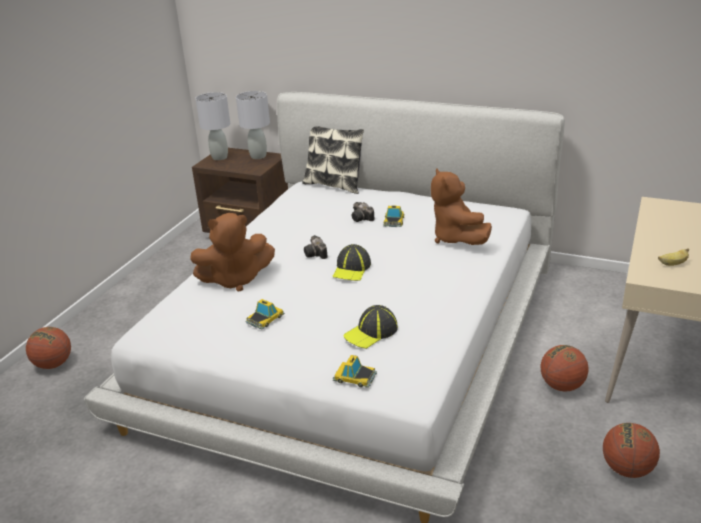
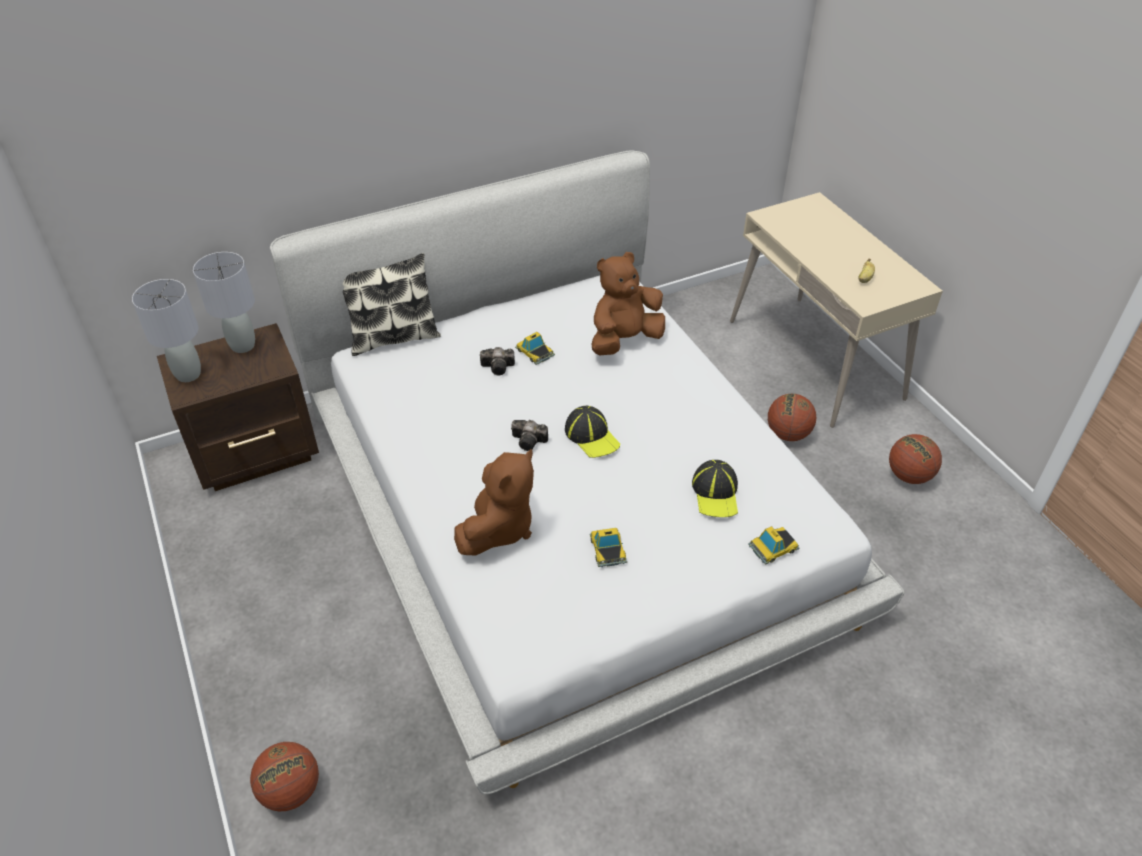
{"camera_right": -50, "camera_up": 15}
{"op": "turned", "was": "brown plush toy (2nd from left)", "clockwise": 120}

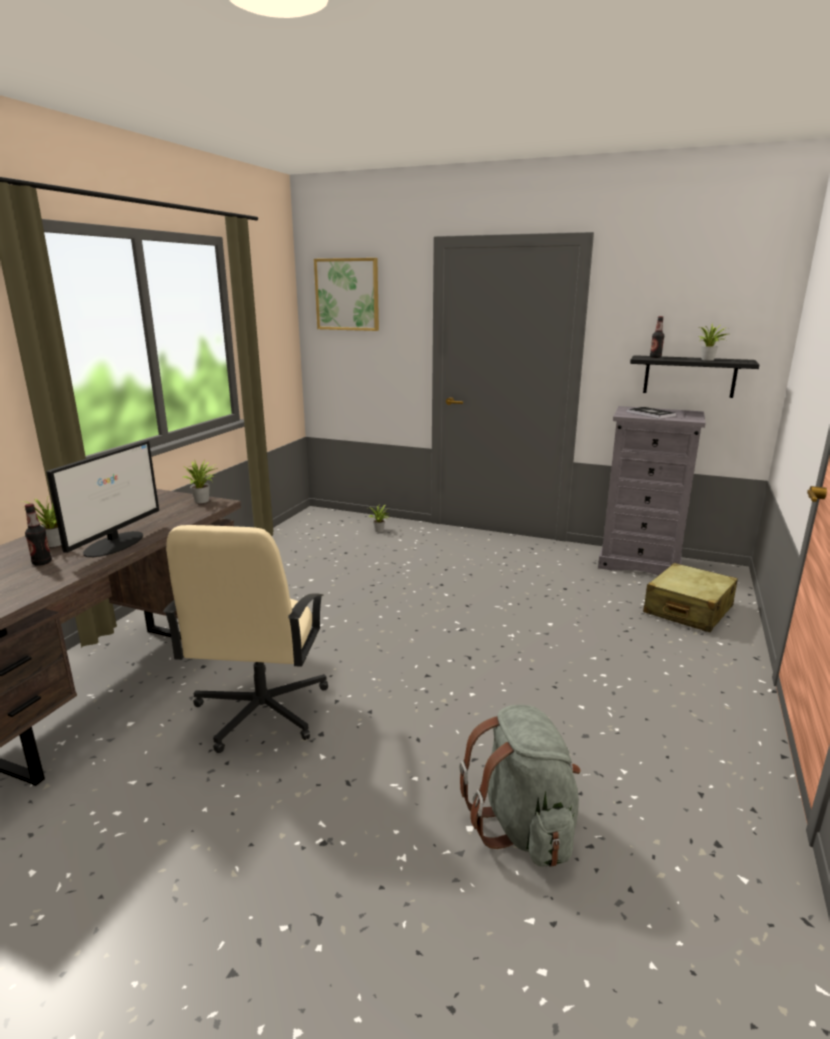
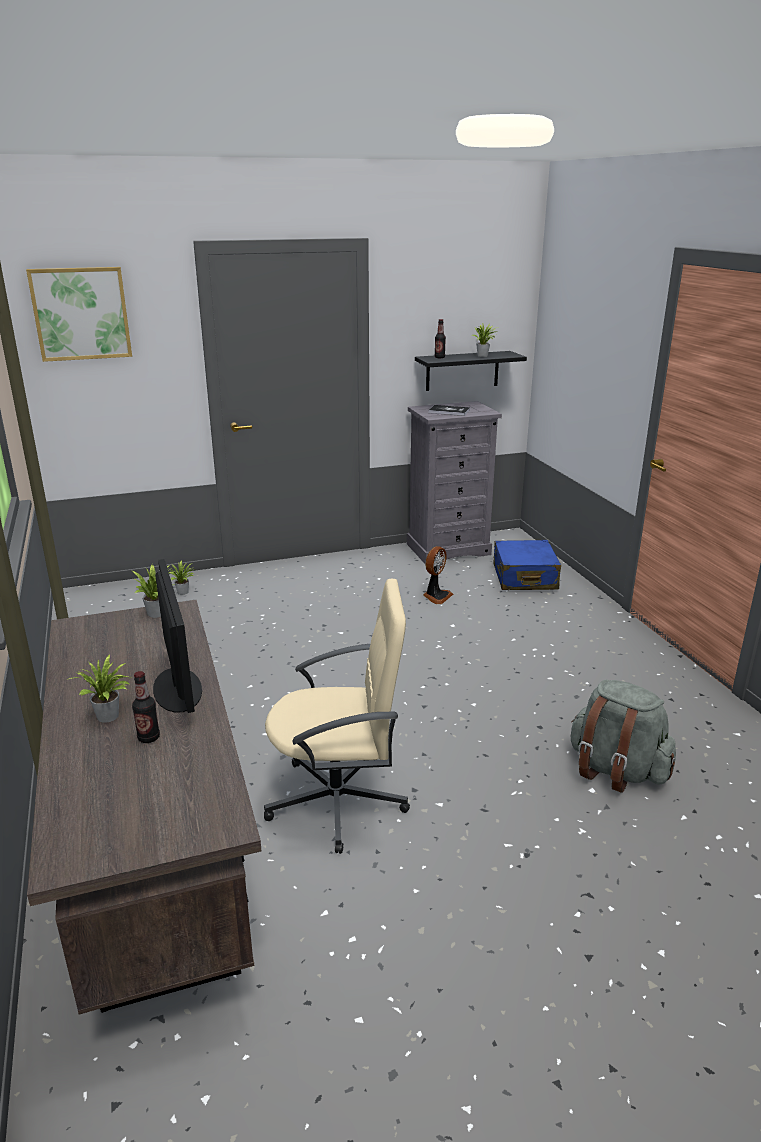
{"camera_right": -40, "camera_up": 5}
{"op": "turned", "was": "beige office chair", "clockwise": -60}
{"op": "recoloured", "was": "beige suitcase", "now": "blue suitcase"}
{"op": "added", "now": "fan"}

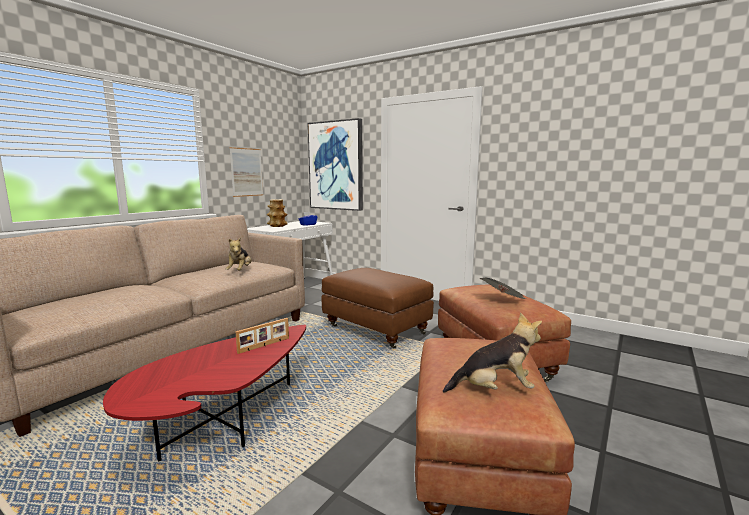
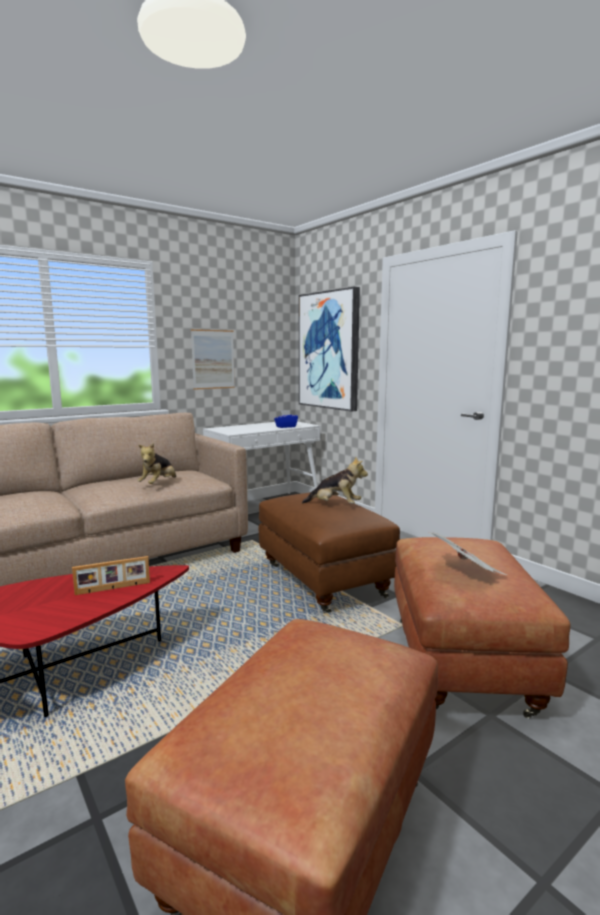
{"camera_right": 20, "camera_up": 0}
{"op": "removed", "was": "vase"}
{"op": "moved", "was": "plush toy (2nd from left)"}

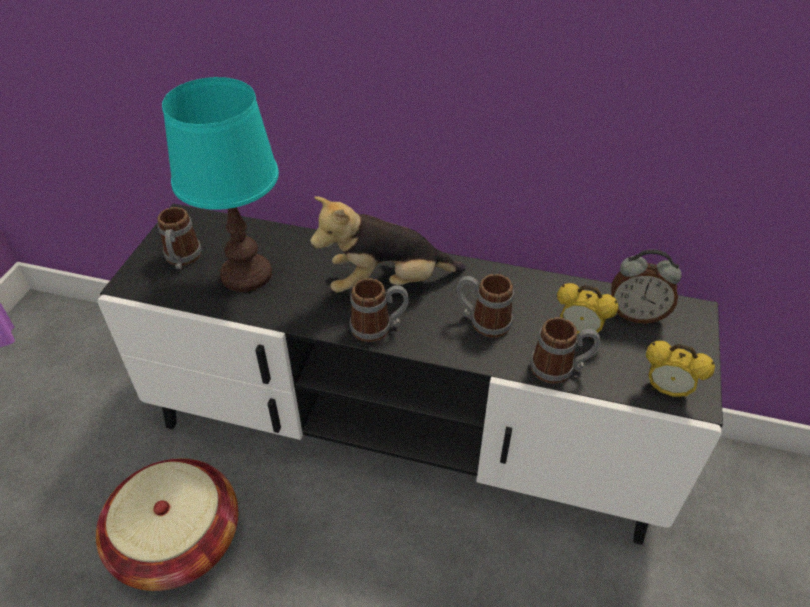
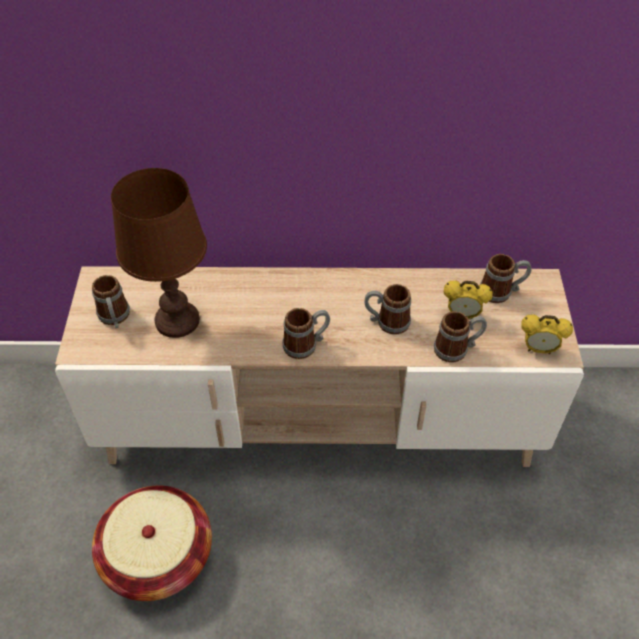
{"camera_right": -15, "camera_up": 5}
{"op": "recoloured", "was": "black tv stand", "now": "beige tv stand"}
{"op": "recoloured", "was": "turquoise table lamp", "now": "brown table lamp"}
{"op": "removed", "was": "plush toy"}
{"op": "replaced", "was": "alarm clock (2nd from left)", "now": "mug (5th from left)"}

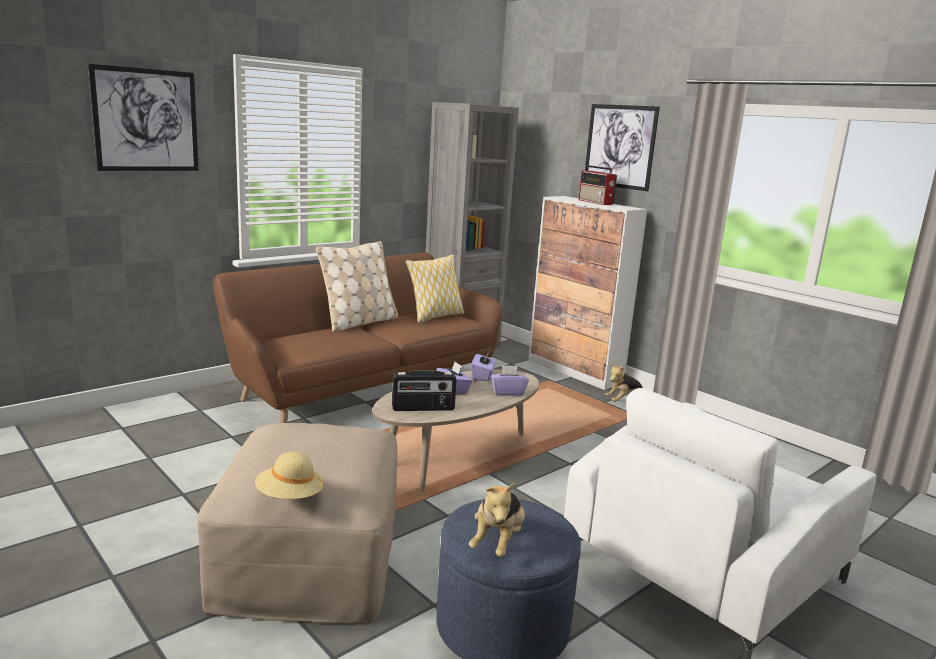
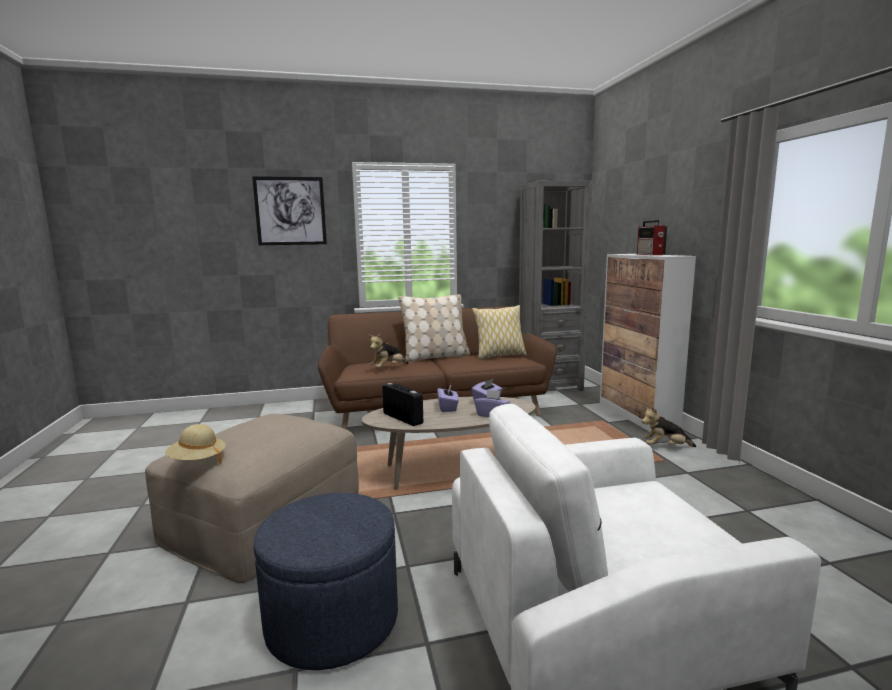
{"camera_right": 30, "camera_up": -5}
{"op": "turned", "was": "radio (1st from left)", "clockwise": -150}
{"op": "moved", "was": "plush toy (1st from left)"}
{"op": "removed", "was": "picture (2nd from left)"}

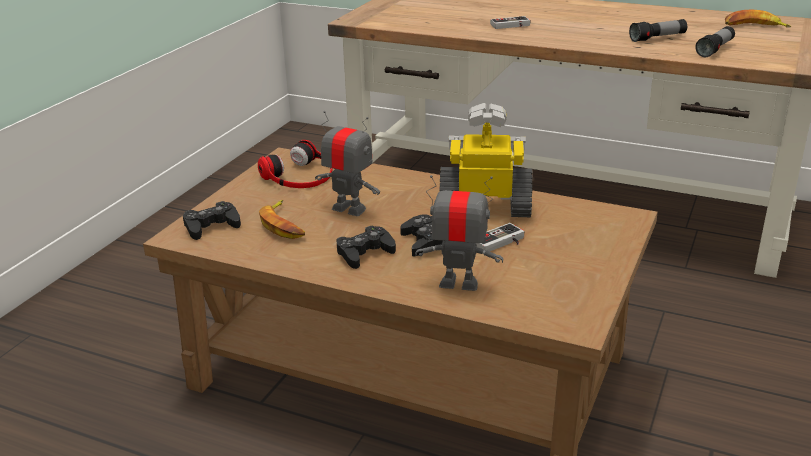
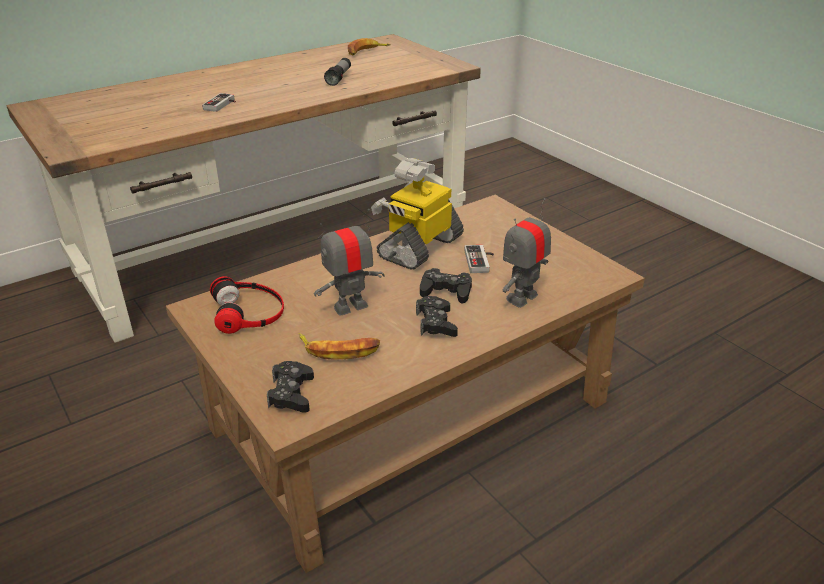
{"camera_right": -60, "camera_up": 5}
{"op": "removed", "was": "flashlight (2nd from left)"}

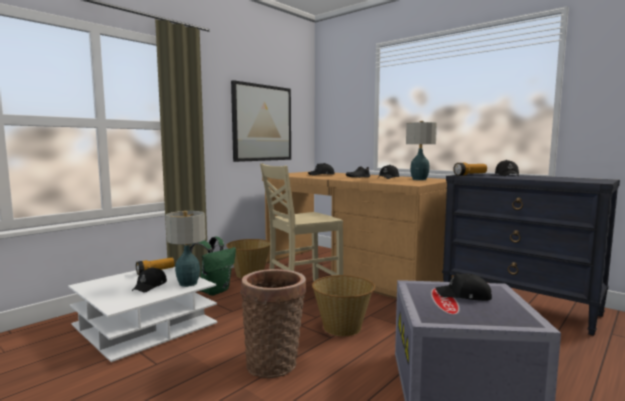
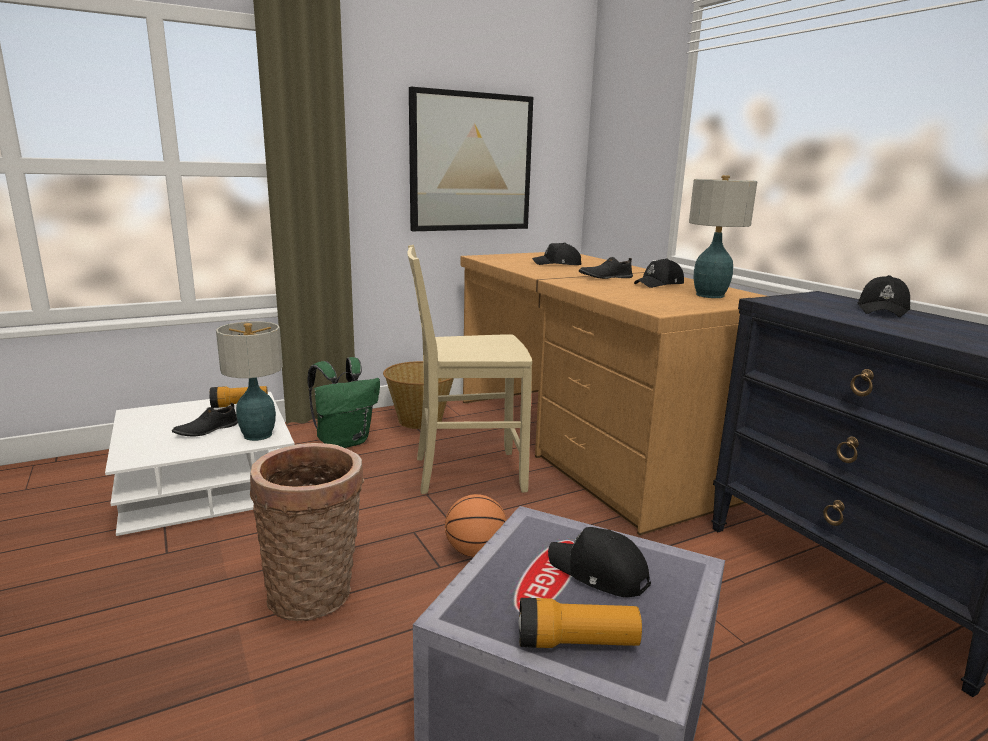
{"camera_right": 20, "camera_up": 10}
{"op": "replaced", "was": "black cap (1st from left)", "now": "black shoe (1st from left)"}
{"op": "replaced", "was": "basket (3rd from left)", "now": "basketball"}
{"op": "moved", "was": "flashlight (2nd from left)"}

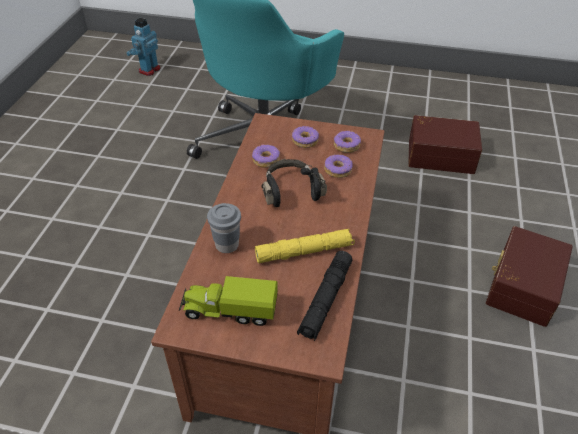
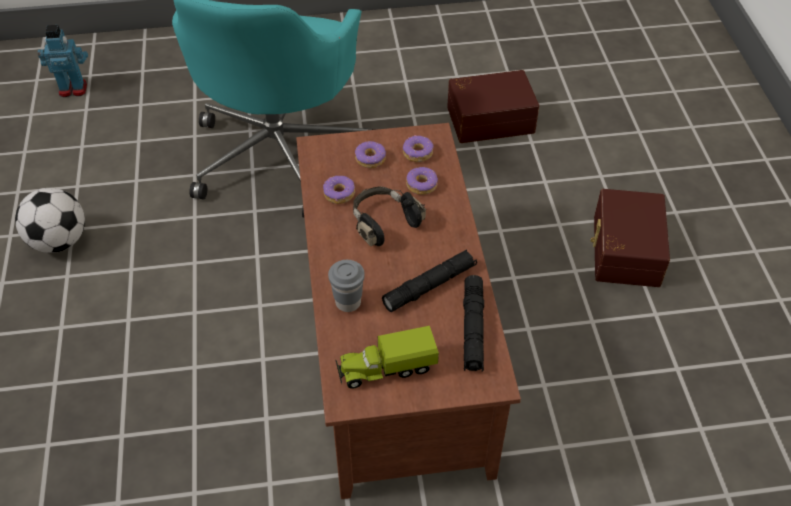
{"camera_right": -20, "camera_up": 5}
{"op": "turned", "was": "toy robot", "clockwise": 75}
{"op": "recoloured", "was": "yellow flashlight", "now": "black flashlight (1st from left)"}
{"op": "added", "now": "football"}

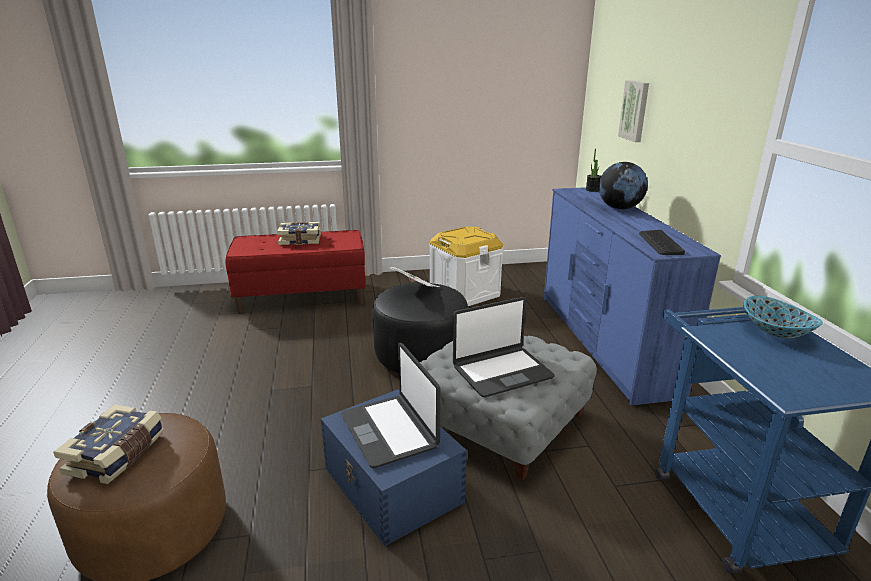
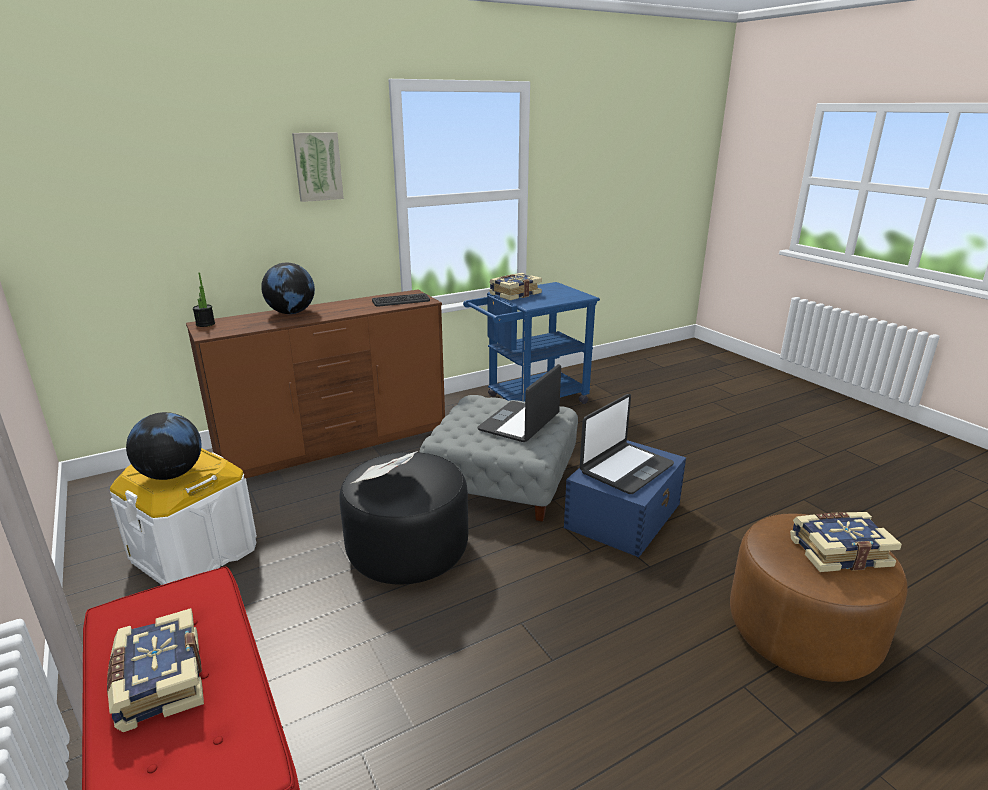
{"camera_right": -110, "camera_up": 0}
{"op": "turned", "was": "laptop (2nd from left in the first image)", "clockwise": -105}
{"op": "recoloured", "was": "blue dresser", "now": "brown dresser"}
{"op": "moved", "was": "picture"}
{"op": "replaced", "was": "bowl", "now": "book (2nd from left)"}
{"op": "added", "now": "globe (1st from left)"}

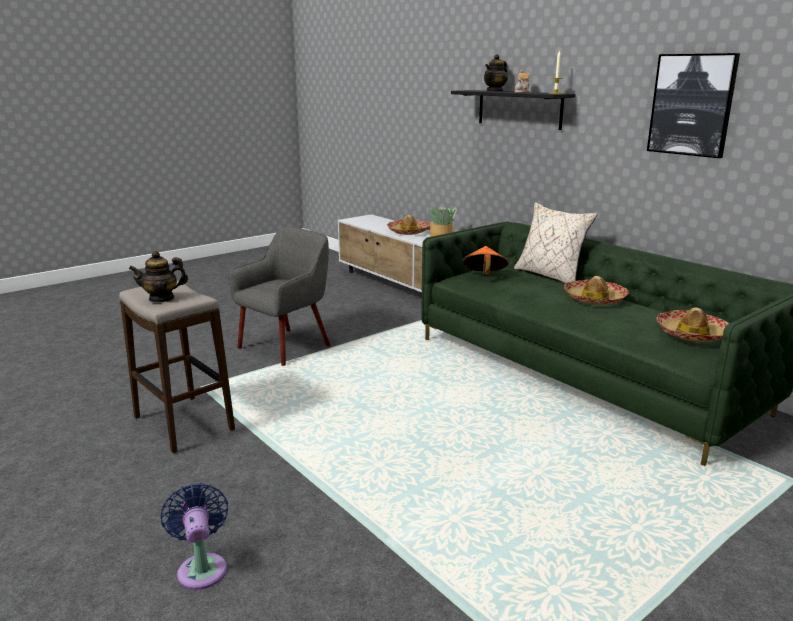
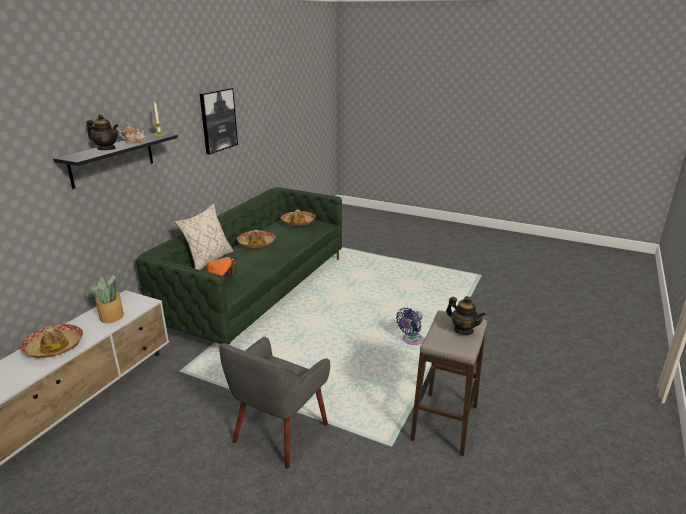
{"camera_right": -115, "camera_up": 5}
{"op": "moved", "was": "blue fan"}
{"op": "turned", "was": "grey armchair", "clockwise": -75}

